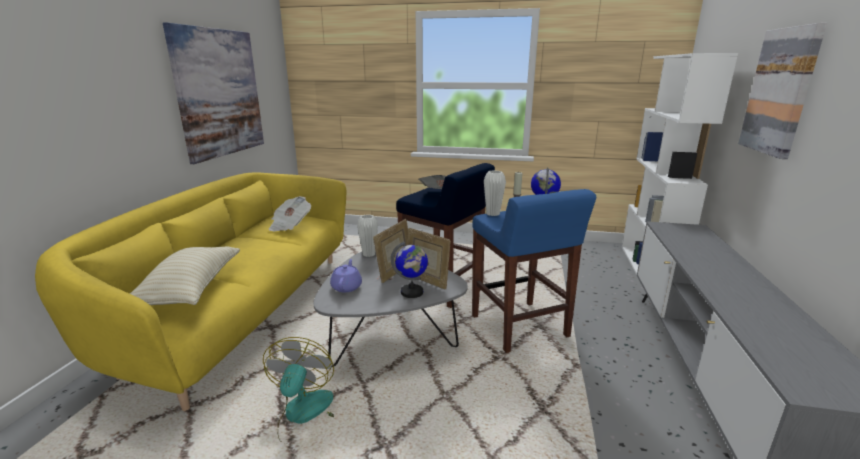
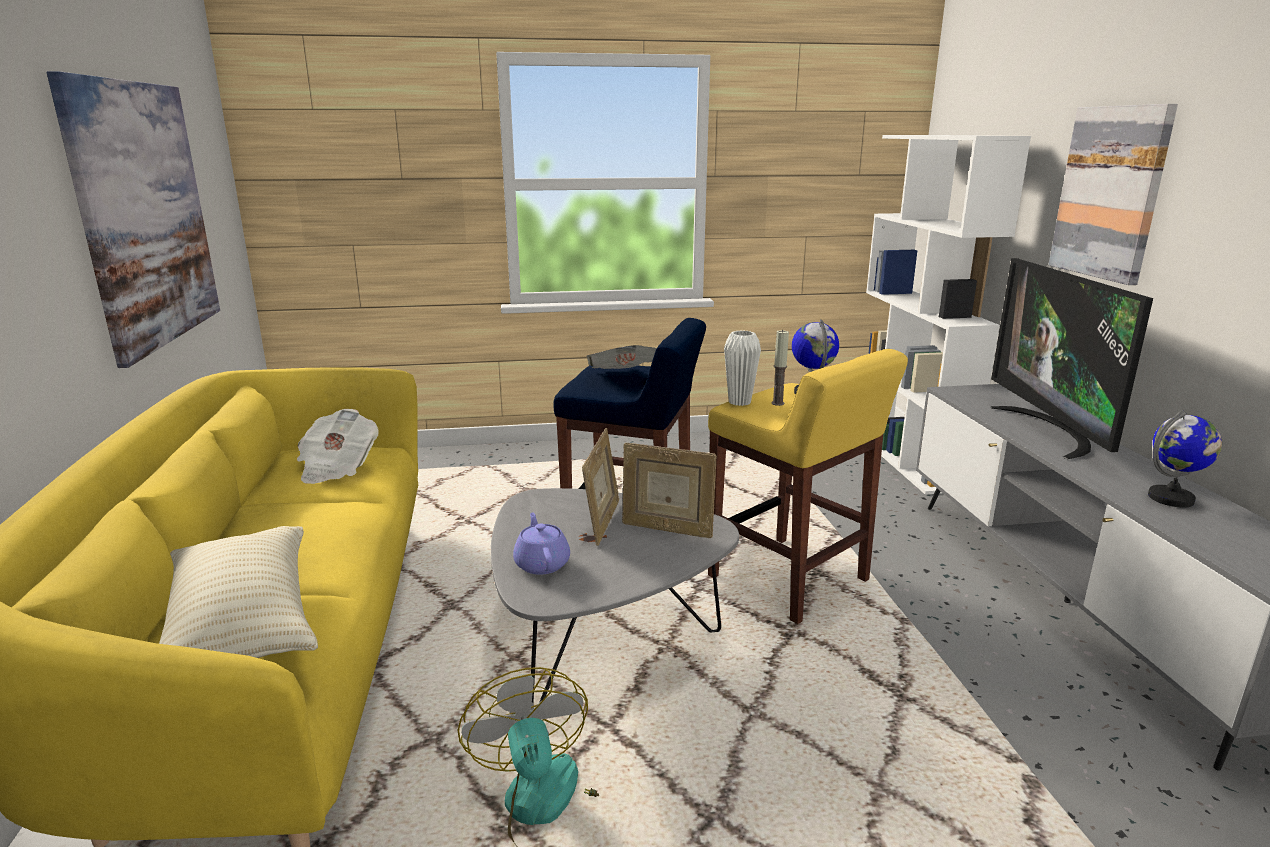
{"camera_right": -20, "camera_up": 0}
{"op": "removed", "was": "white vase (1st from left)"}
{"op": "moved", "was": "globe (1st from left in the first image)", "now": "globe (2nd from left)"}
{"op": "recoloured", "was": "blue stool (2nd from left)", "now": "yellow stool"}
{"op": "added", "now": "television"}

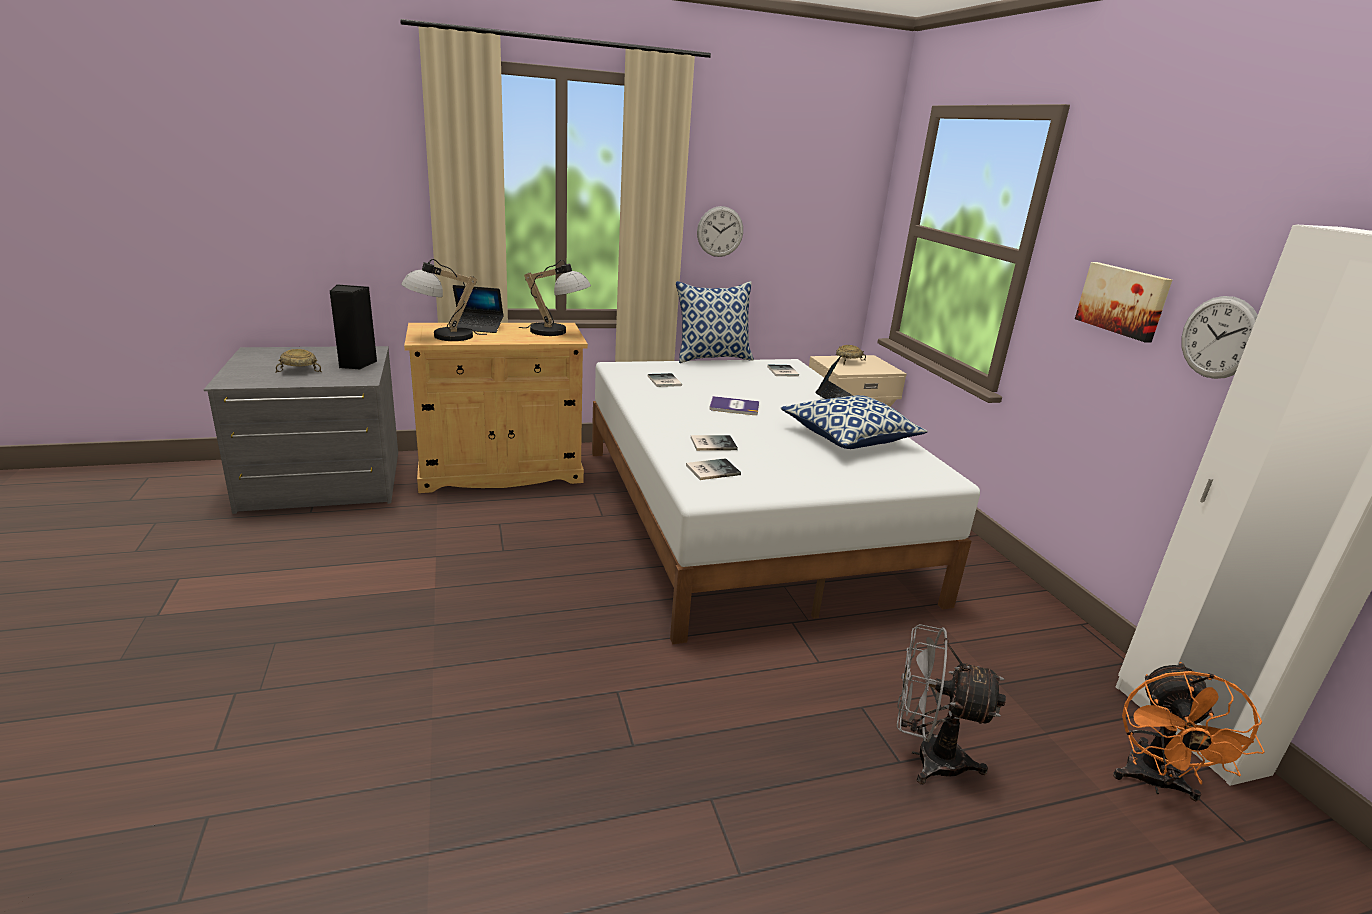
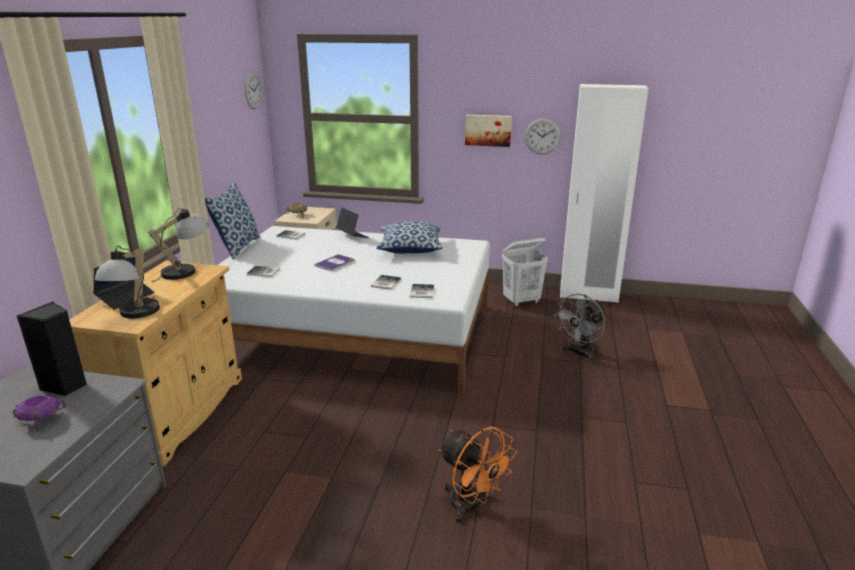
{"camera_right": -60, "camera_up": 0}
{"op": "recoloured", "was": "beige bowl (1st from left)", "now": "purple bowl"}
{"op": "moved", "was": "wall clock (1st from left)"}
{"op": "moved", "was": "orange fan"}
{"op": "added", "now": "white laundry basket"}

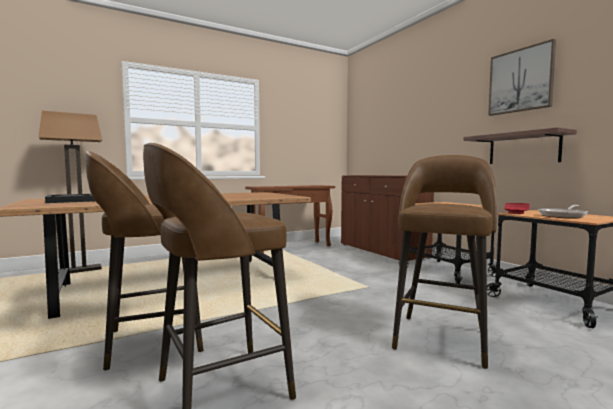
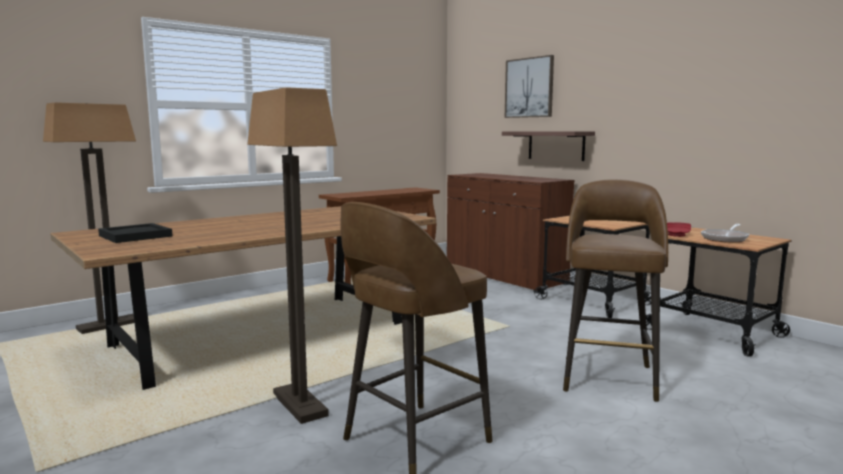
{"camera_right": -10, "camera_up": 5}
{"op": "replaced", "was": "brown stool (1st from left)", "now": "floor lamp (2nd from left)"}
{"op": "moved", "was": "shelf"}
{"op": "moved", "was": "picture"}

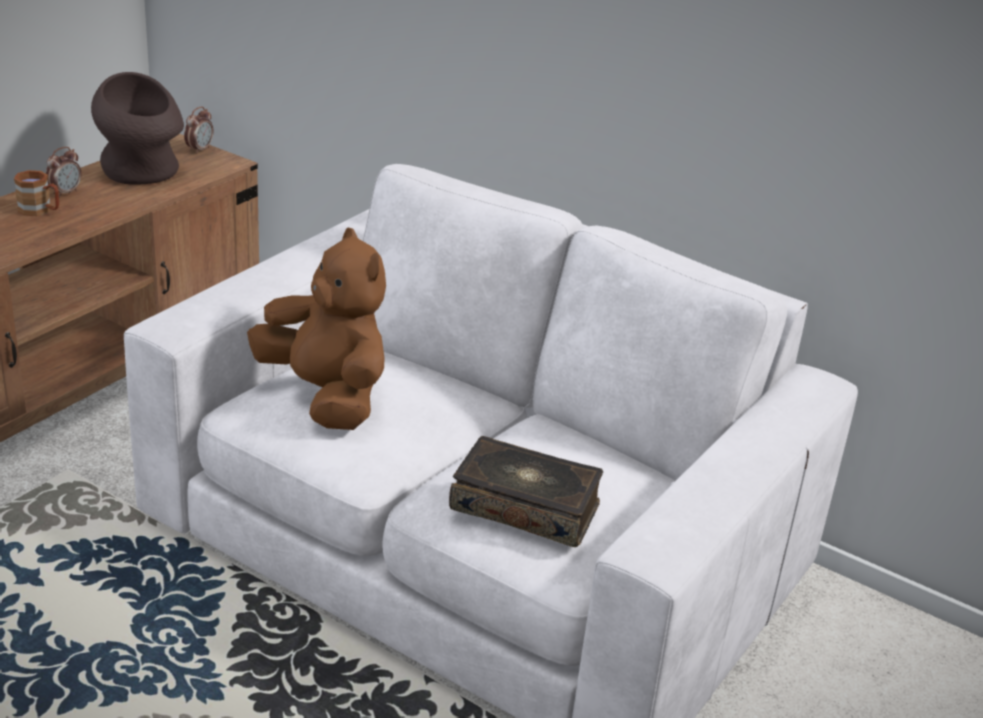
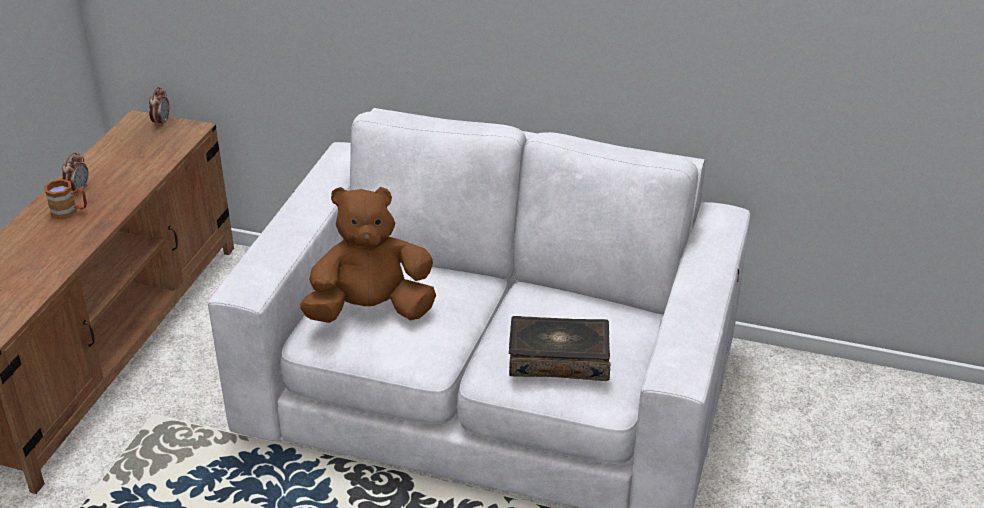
{"camera_right": -15, "camera_up": 5}
{"op": "removed", "was": "brown vase"}
{"op": "turned", "was": "brown plush toy", "clockwise": -45}

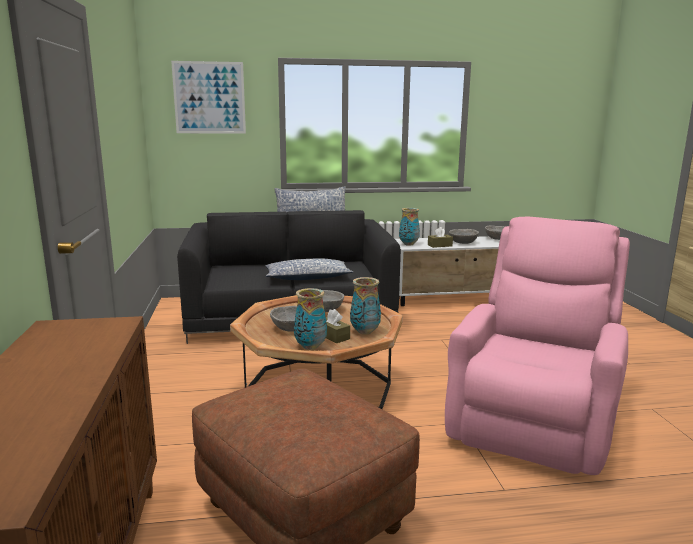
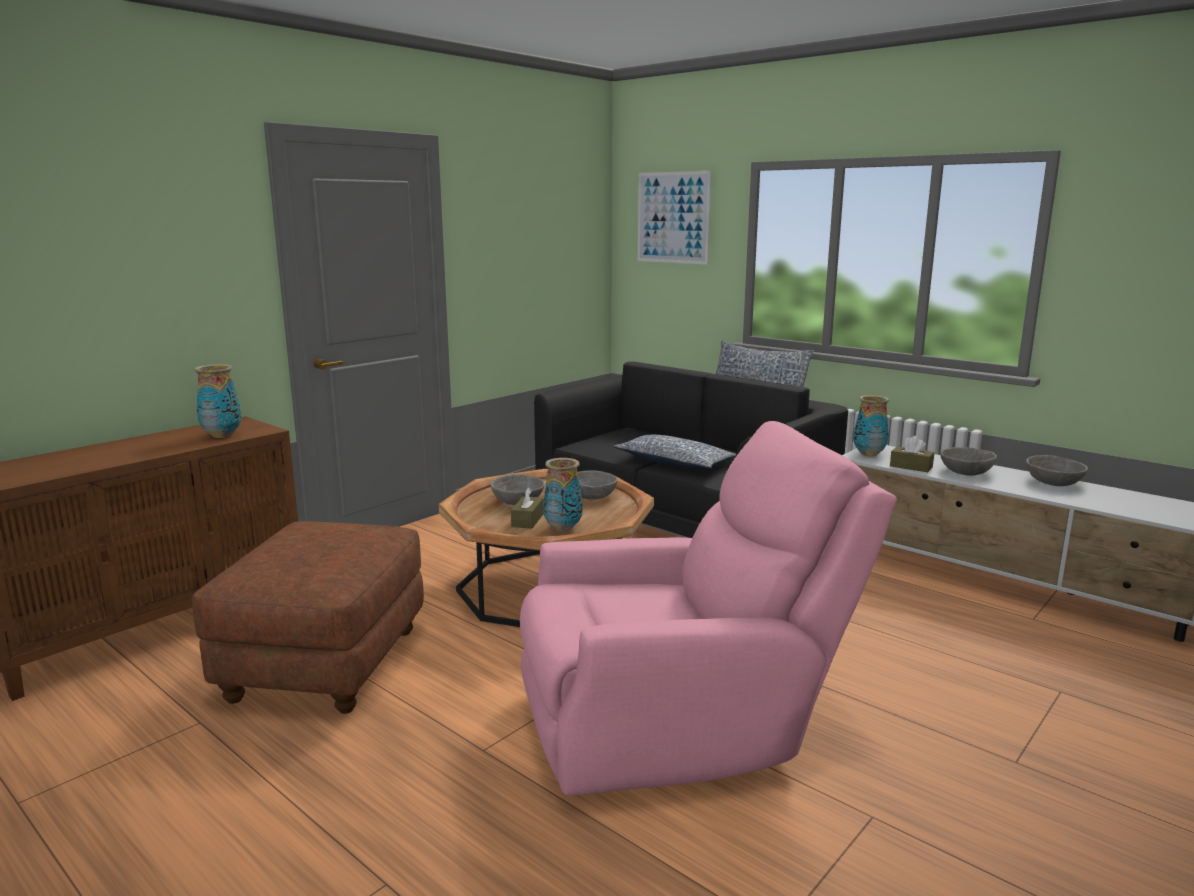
{"camera_right": 50, "camera_up": 0}
{"op": "moved", "was": "vase (1st from left)"}

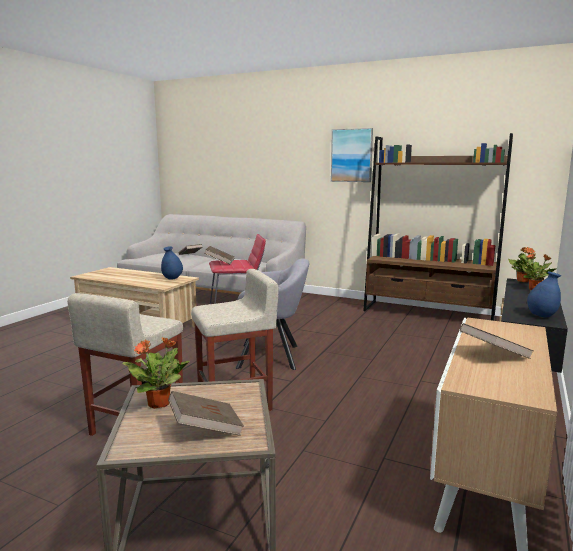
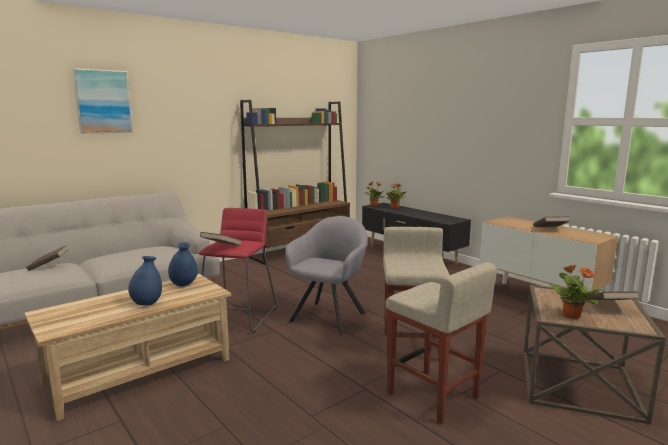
{"camera_right": -65, "camera_up": 0}
{"op": "moved", "was": "picture"}
{"op": "moved", "was": "blue vase (2nd from left in the first image)", "now": "blue vase (1st from left)"}

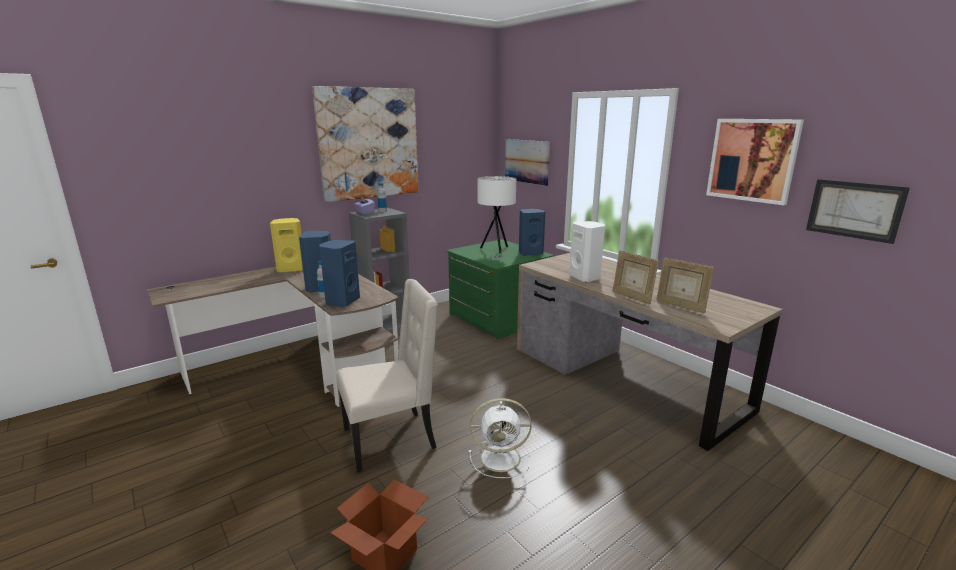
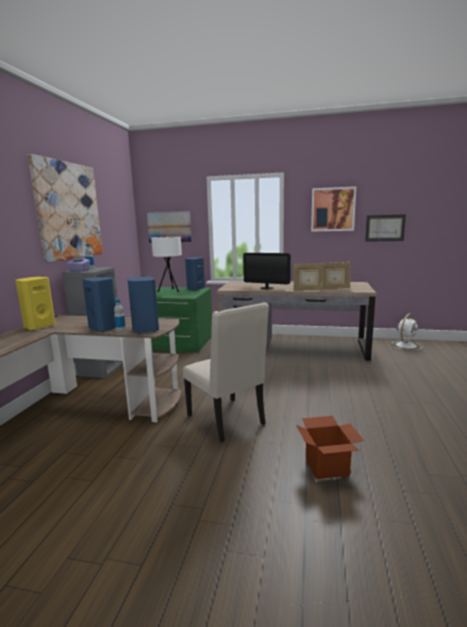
{"camera_right": -40, "camera_up": -5}
{"op": "turned", "was": "beige chair", "clockwise": 120}
{"op": "moved", "was": "white fan"}
{"op": "replaced", "was": "white speaker", "now": "monitor"}

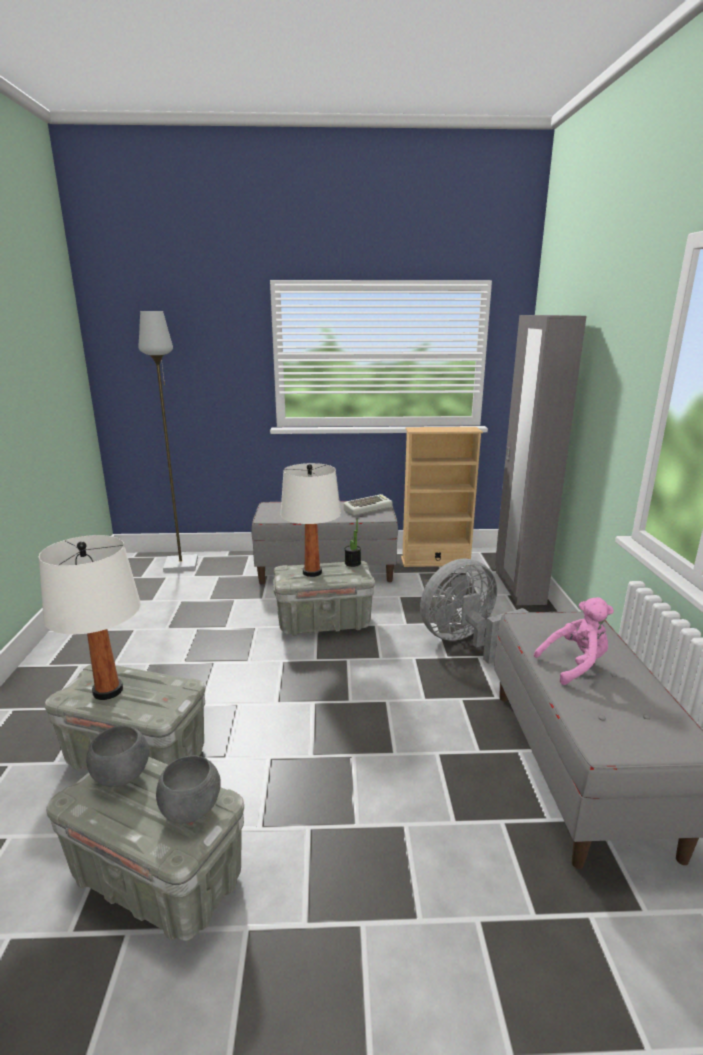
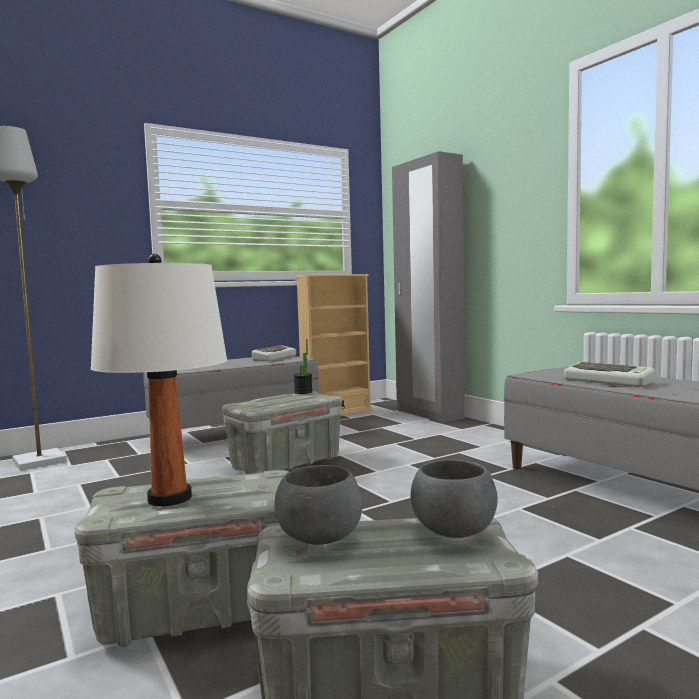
{"camera_right": -30, "camera_up": -15}
{"op": "removed", "was": "white table lamp (2nd from left)"}
{"op": "removed", "was": "grey fan"}
{"op": "replaced", "was": "pink plush toy", "now": "keyboard (2nd from left)"}

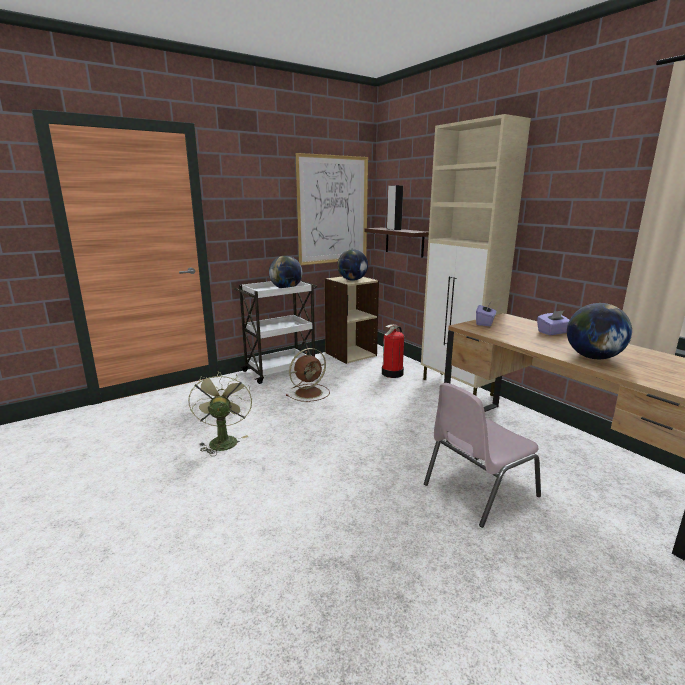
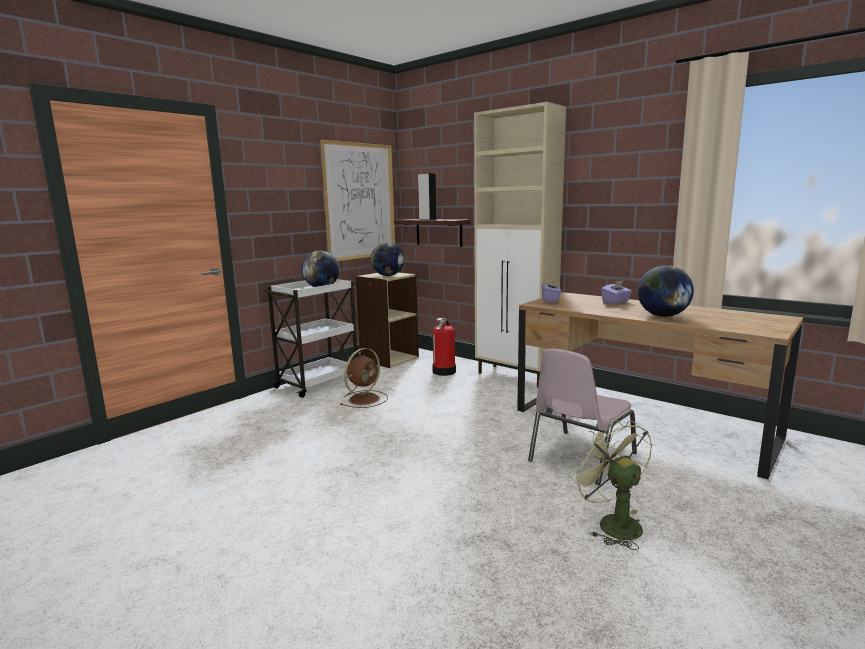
{"camera_right": -15, "camera_up": -5}
{"op": "moved", "was": "green fan"}

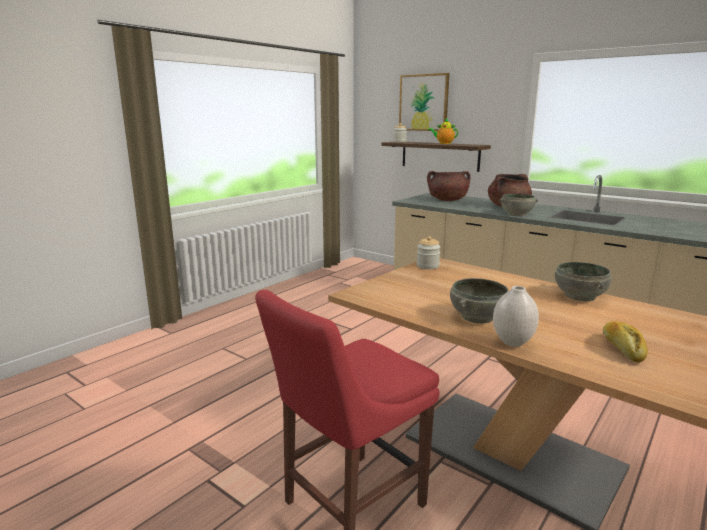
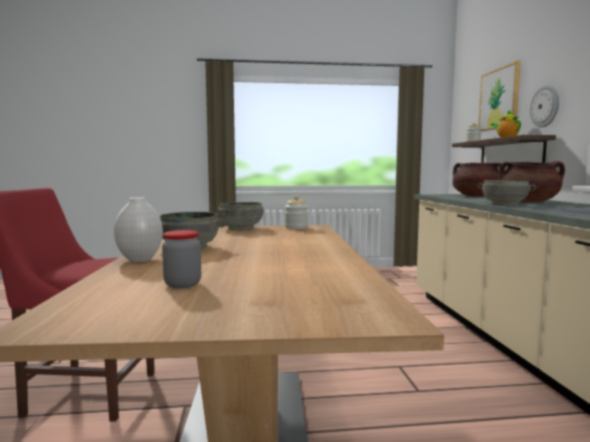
{"camera_right": 45, "camera_up": -10}
{"op": "moved", "was": "grey bowl (3rd from left in the first image)", "now": "grey bowl (2nd from left)"}
{"op": "replaced", "was": "bread", "now": "jar (1st from left)"}
{"op": "added", "now": "wall clock"}

